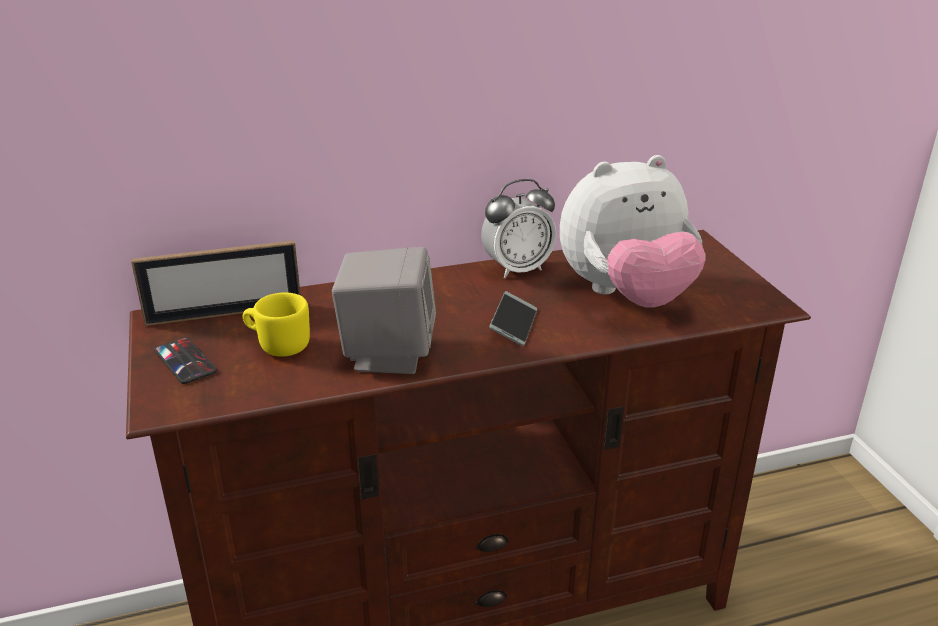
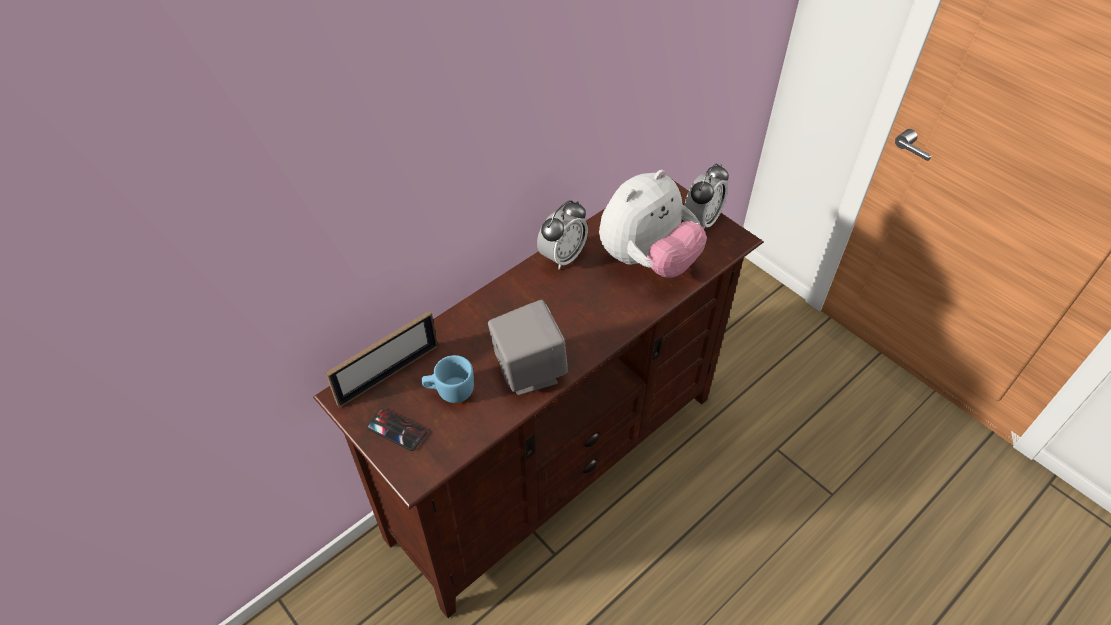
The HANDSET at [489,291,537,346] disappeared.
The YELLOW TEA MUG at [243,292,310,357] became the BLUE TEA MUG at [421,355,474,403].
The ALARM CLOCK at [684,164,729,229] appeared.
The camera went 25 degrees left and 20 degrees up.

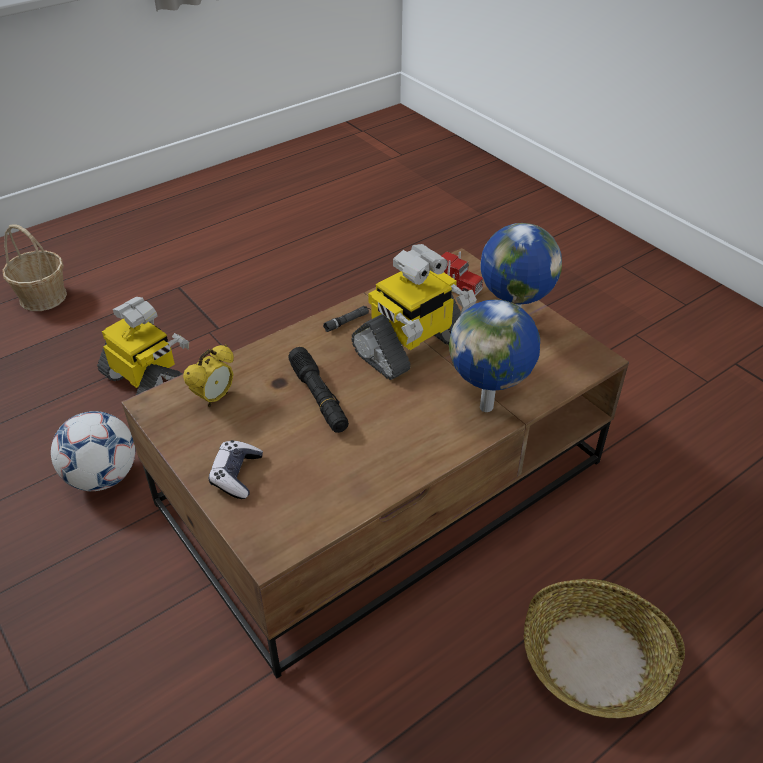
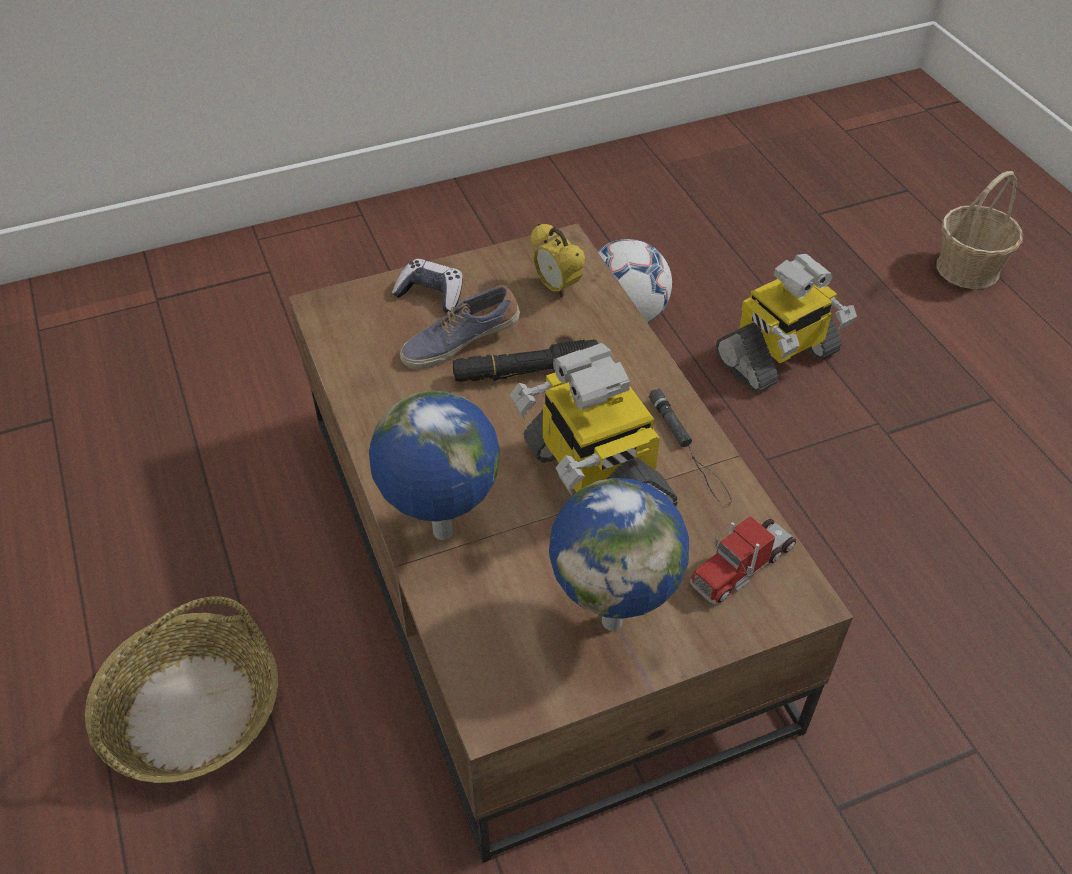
The LOW SHOE at [399,285,520,369] appeared.
The camera went 105 degrees right and 5 degrees up.

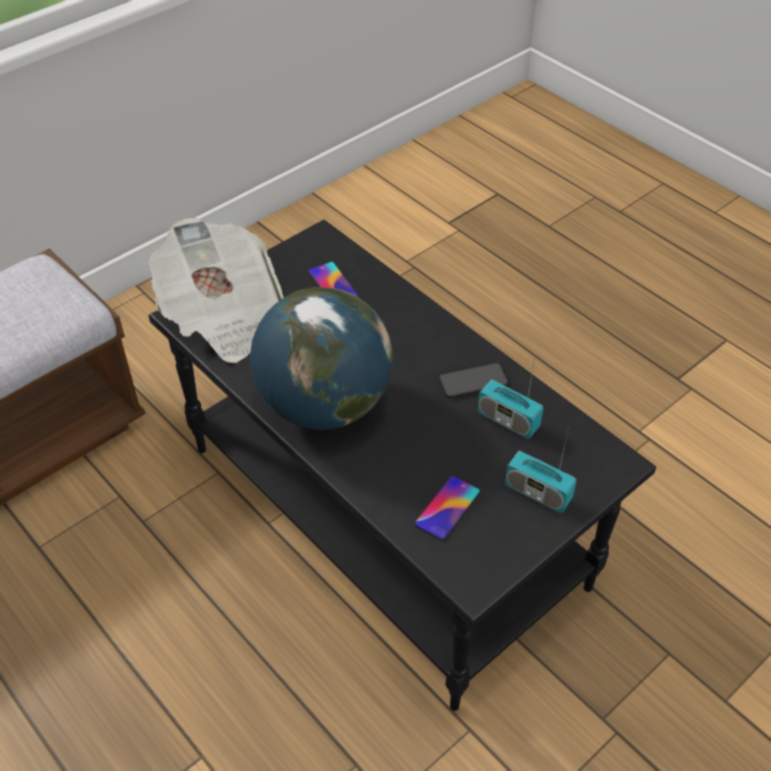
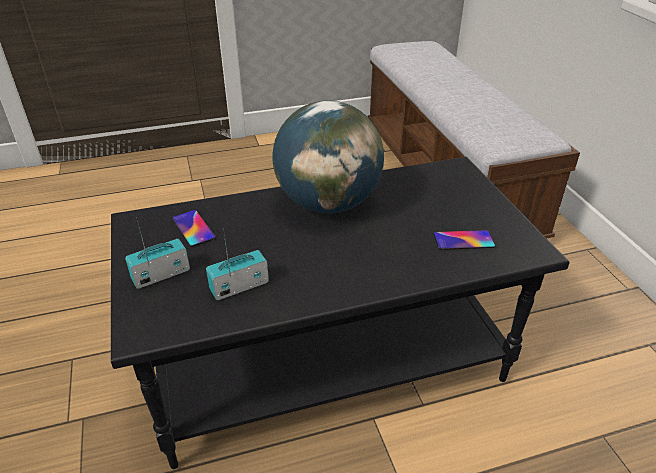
The DAILY PAPER at [148,217,284,363] disappeared.
The HANDSET at [438,363,509,398] disappeared.
The camera went 115 degrees right and 10 degrees down.

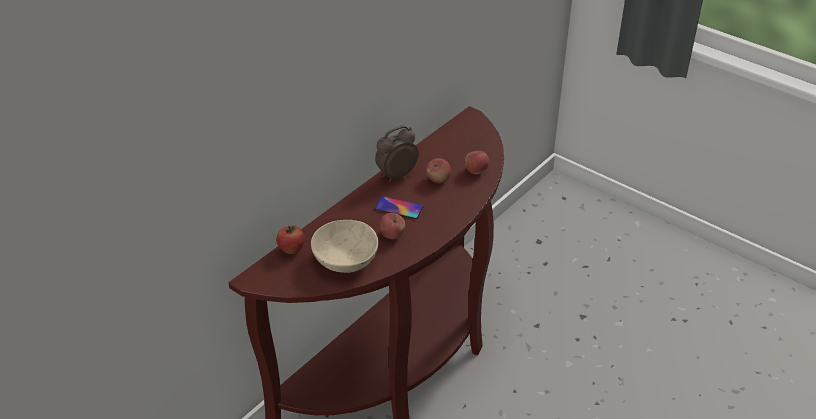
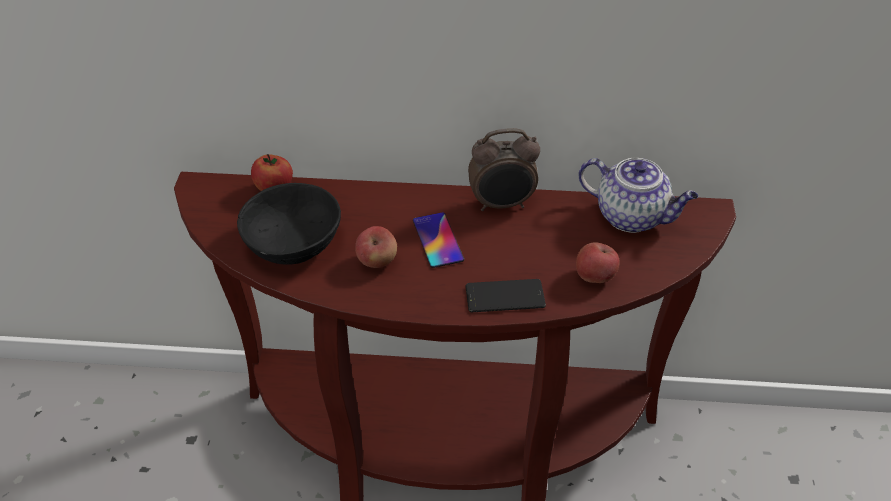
The ALARM CLOCK at [375,125,419,182] turned 150 degrees clockwise.
The APPLE FRUIT at [426,158,451,183] disappeared.
The SAND-COLOURED SERVING BOWL at [311,220,379,273] became the BLACK-COLOURED SERVING BOWL at [237,183,341,265].
The POT FOR TEA at [579,158,698,233] appeared.
The HANDSET at [466,279,546,312] appeared.
The camera went 55 degrees right and 5 degrees up.

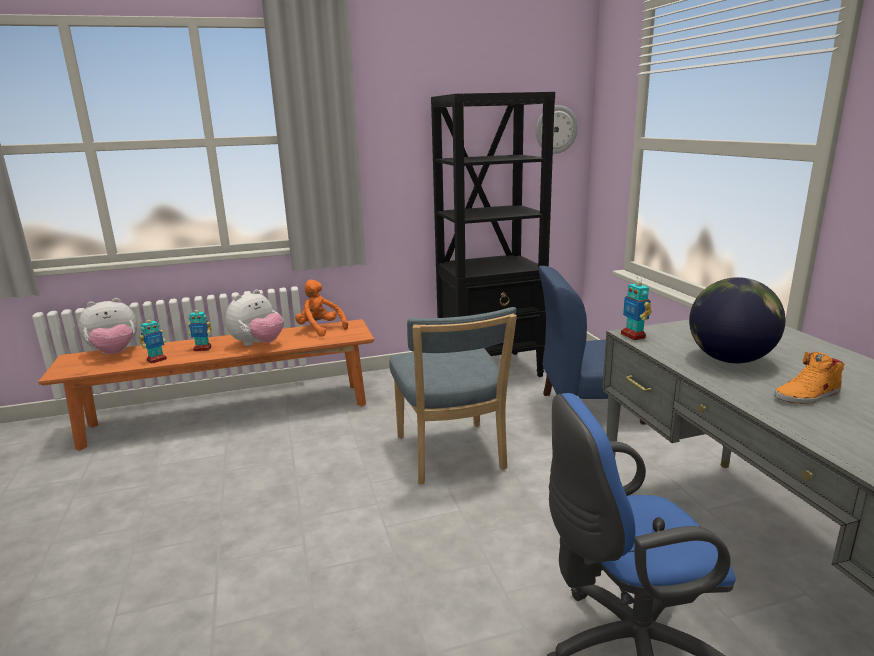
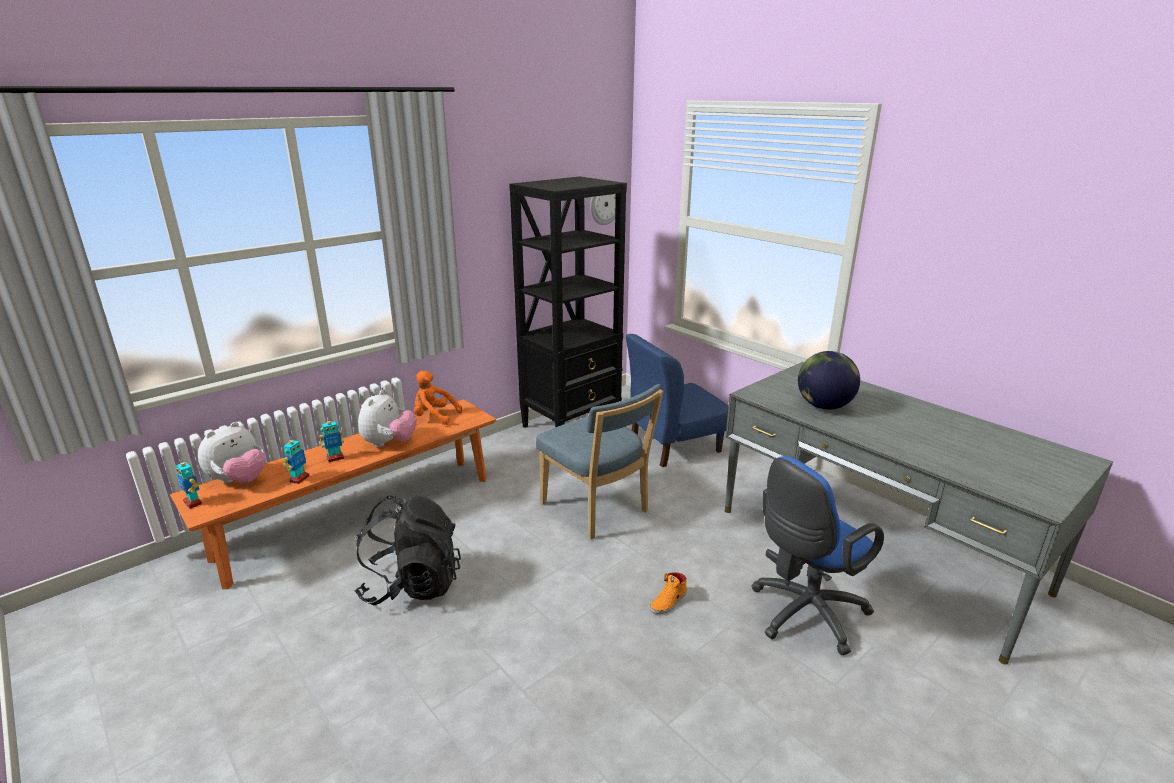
The MODEL ROBOT moved from [621,276,652,340] to [176,460,202,509].
The ORANGE-COLOURED LOW SHOE moved from [774,352,845,404] to [650,572,687,614].
The BLACK-COLOURED BACKPACK at [355,495,461,605] appeared.
The camera went 25 degrees left and 5 degrees up.

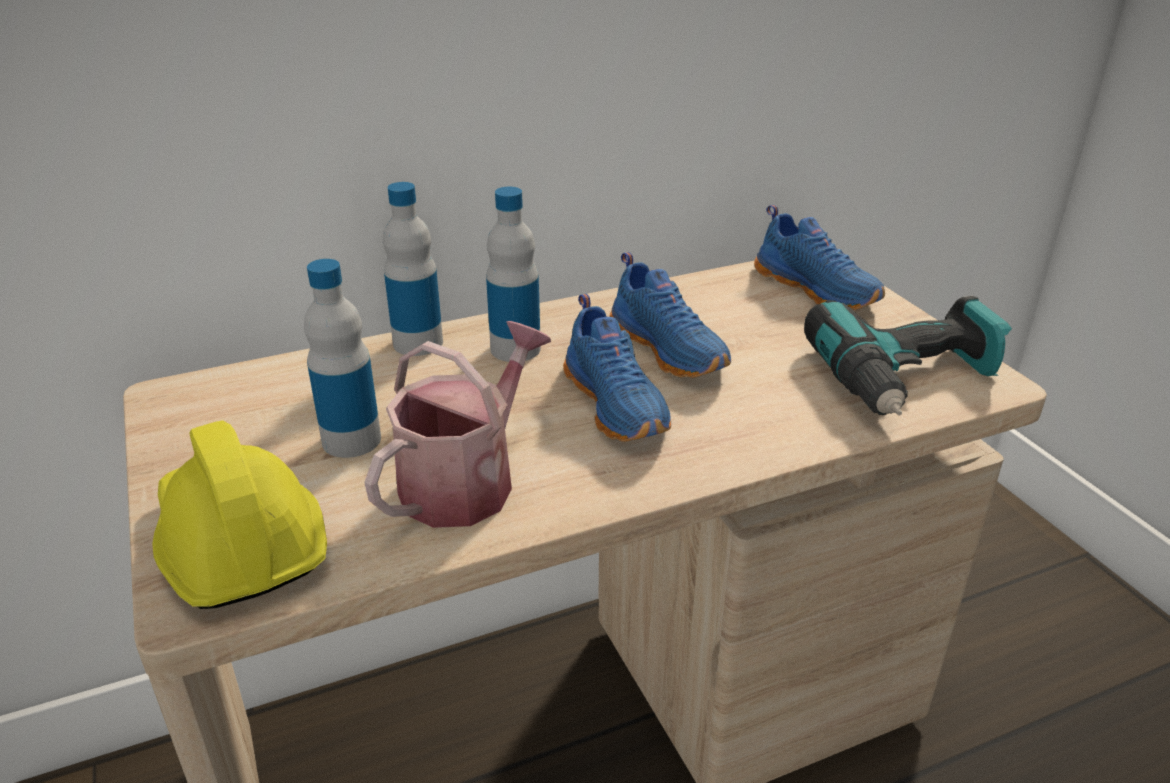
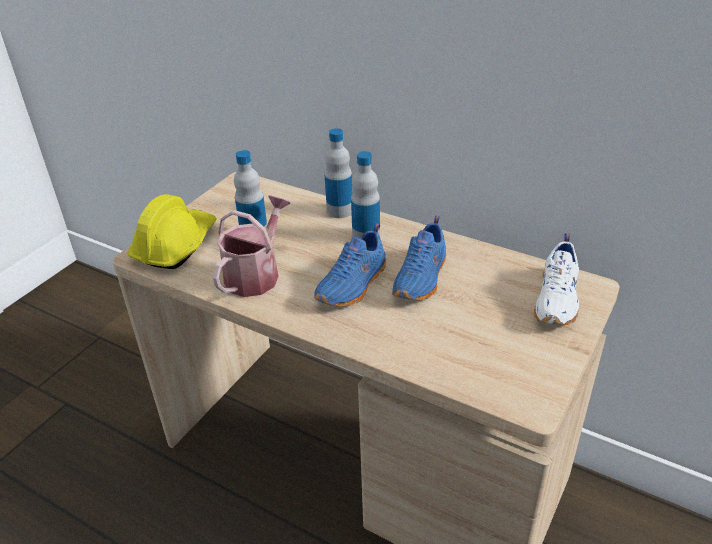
The BLUE LOW SHOE at [754,205,885,310] became the WHITISH LOW SHOE at [534,233,579,325].
The POWER DRILL at [804,296,1012,415] disappeared.
The WATERING CAN at [364,321,551,528] turned 60 degrees counterclockwise.
The camera went 55 degrees right and 5 degrees up.

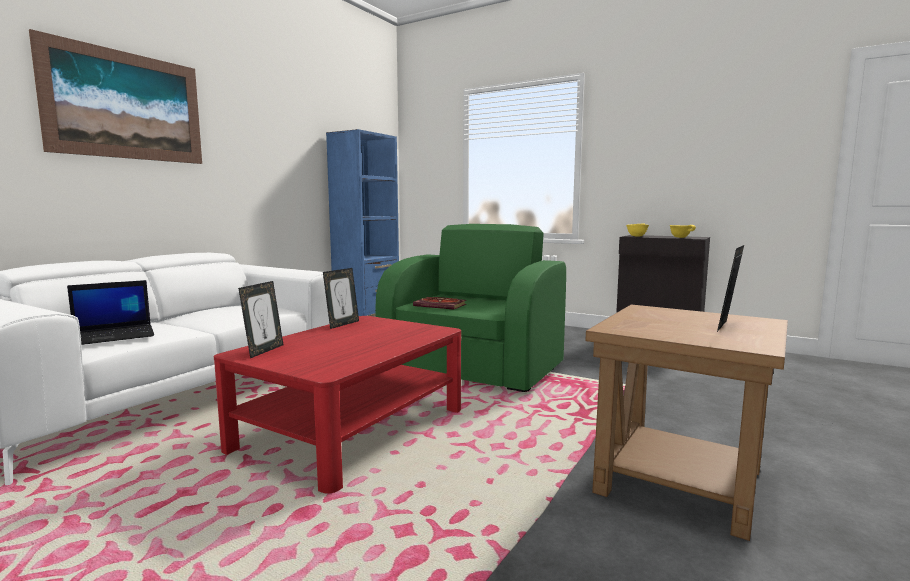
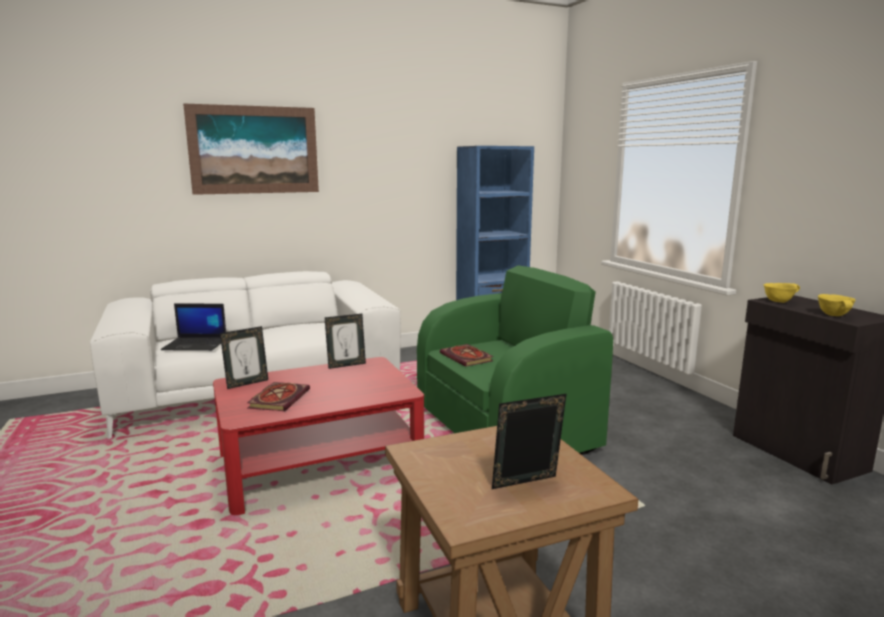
The BOOK at [247,382,310,411] appeared.
The camera went 35 degrees right and 5 degrees up.

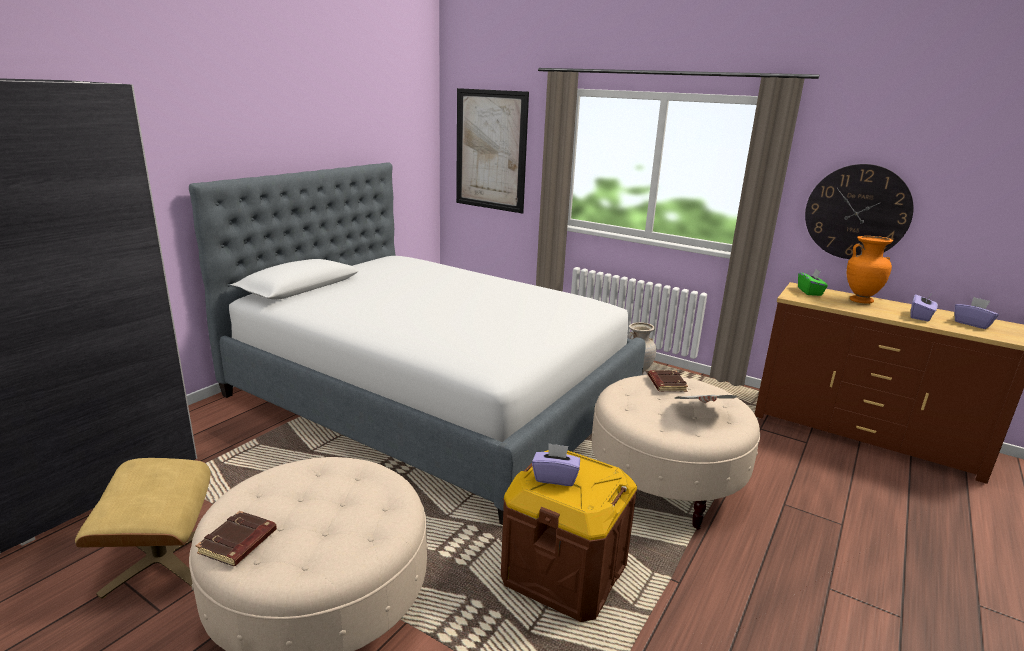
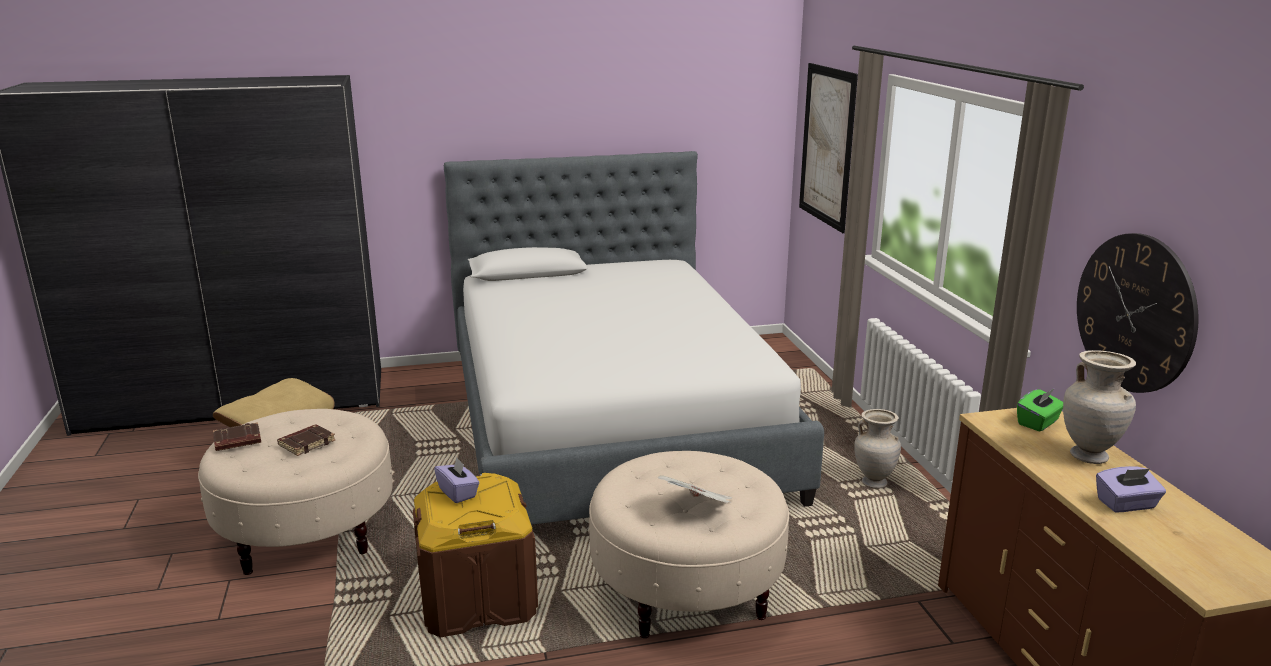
The ORANGE-COLOURED VASE at [847,236,893,304] became the SAND-COLOURED VASE at [1063,350,1136,464].
The PURPLE-COLOURED BOX OF TISSUES at [955,297,999,329] disappeared.
The BROWN BOOK moved from [648,370,688,392] to [277,424,336,456].
The camera went 45 degrees right and 0 degrees up.

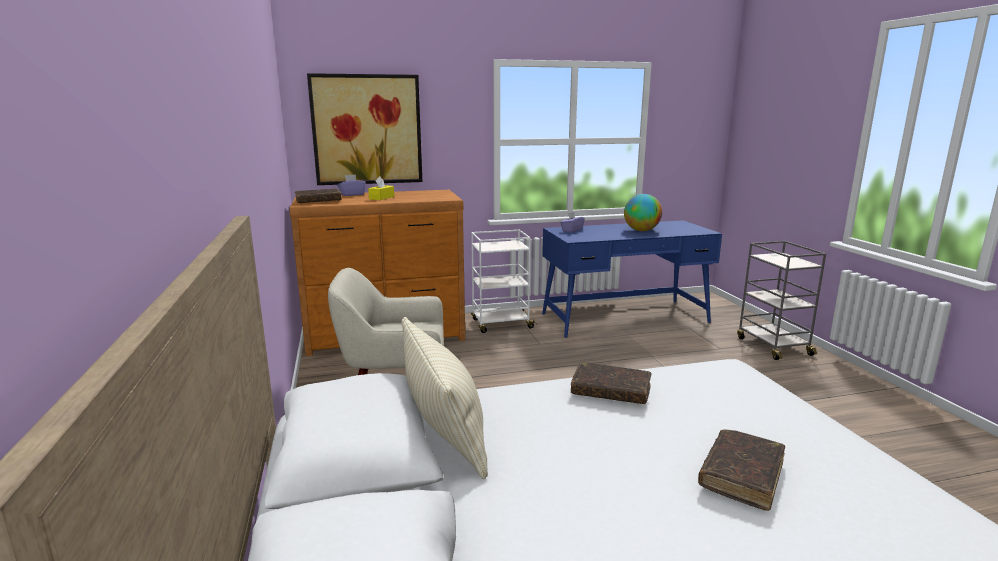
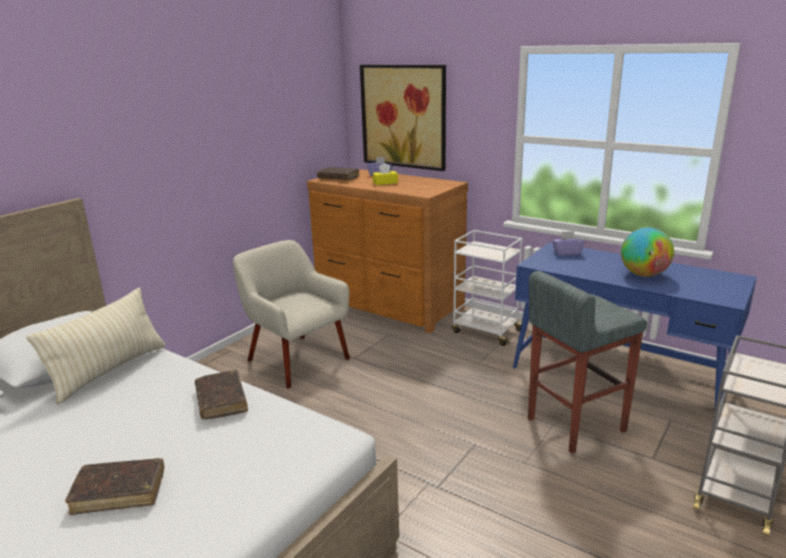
The GREY STOOL SEAT at [528,271,647,454] appeared.
The camera went 50 degrees right and 5 degrees up.

